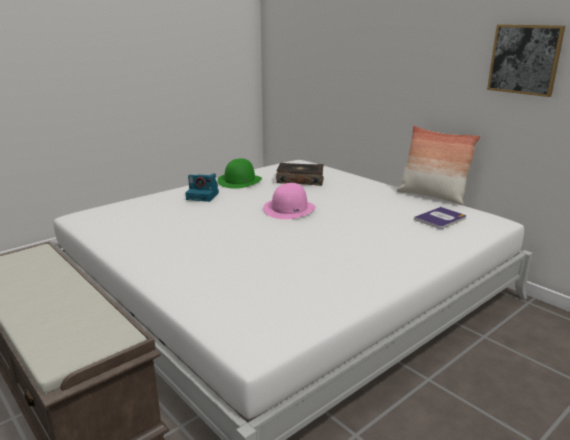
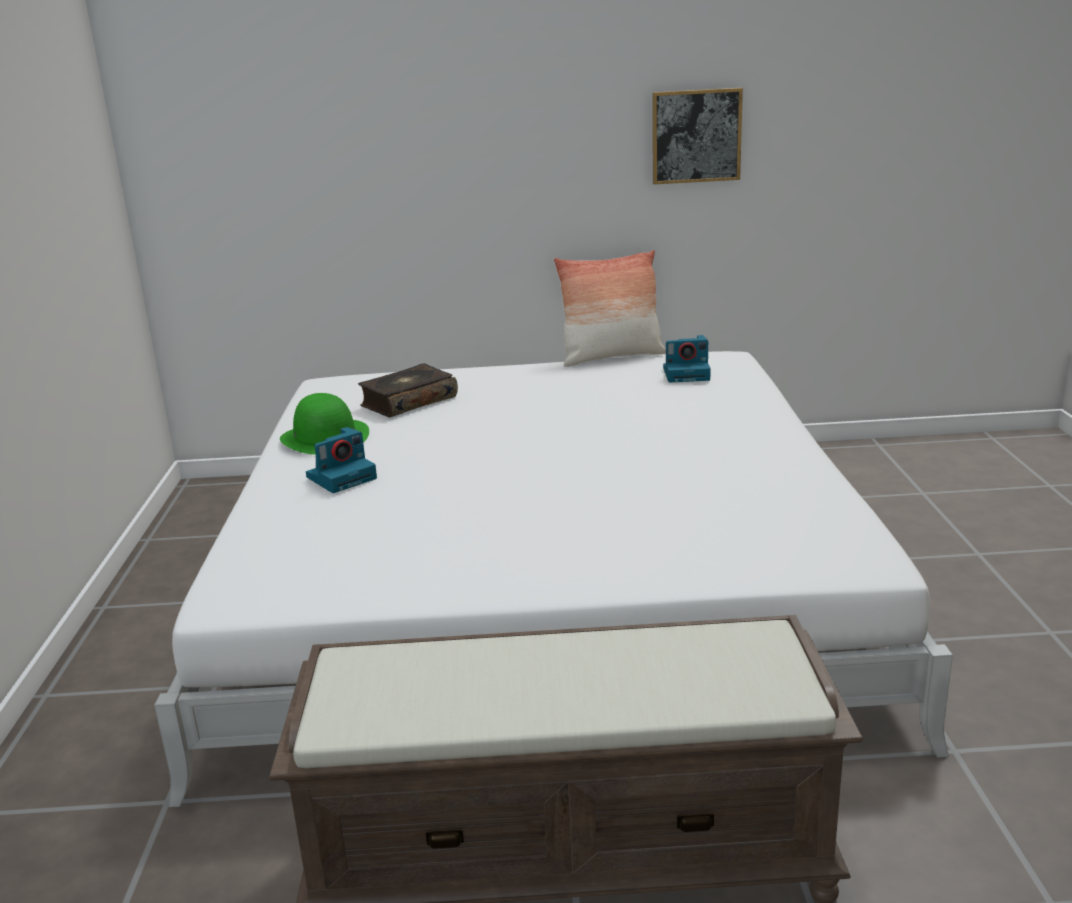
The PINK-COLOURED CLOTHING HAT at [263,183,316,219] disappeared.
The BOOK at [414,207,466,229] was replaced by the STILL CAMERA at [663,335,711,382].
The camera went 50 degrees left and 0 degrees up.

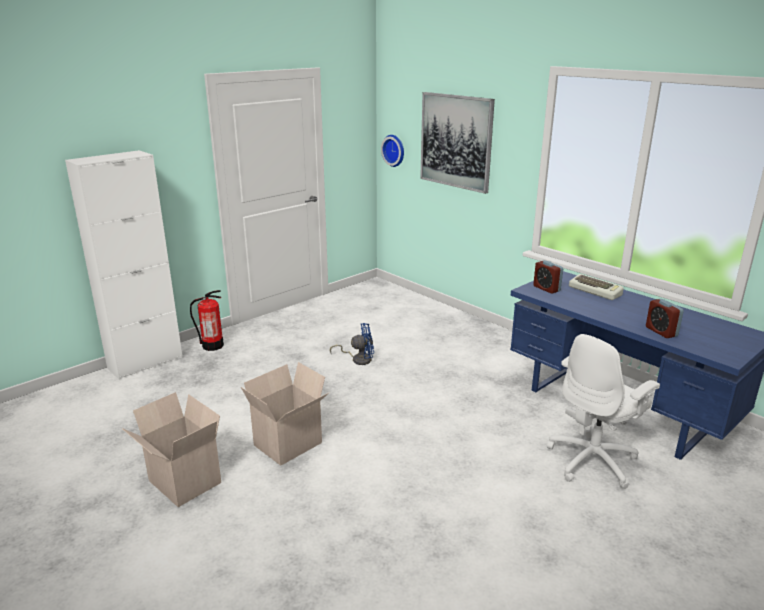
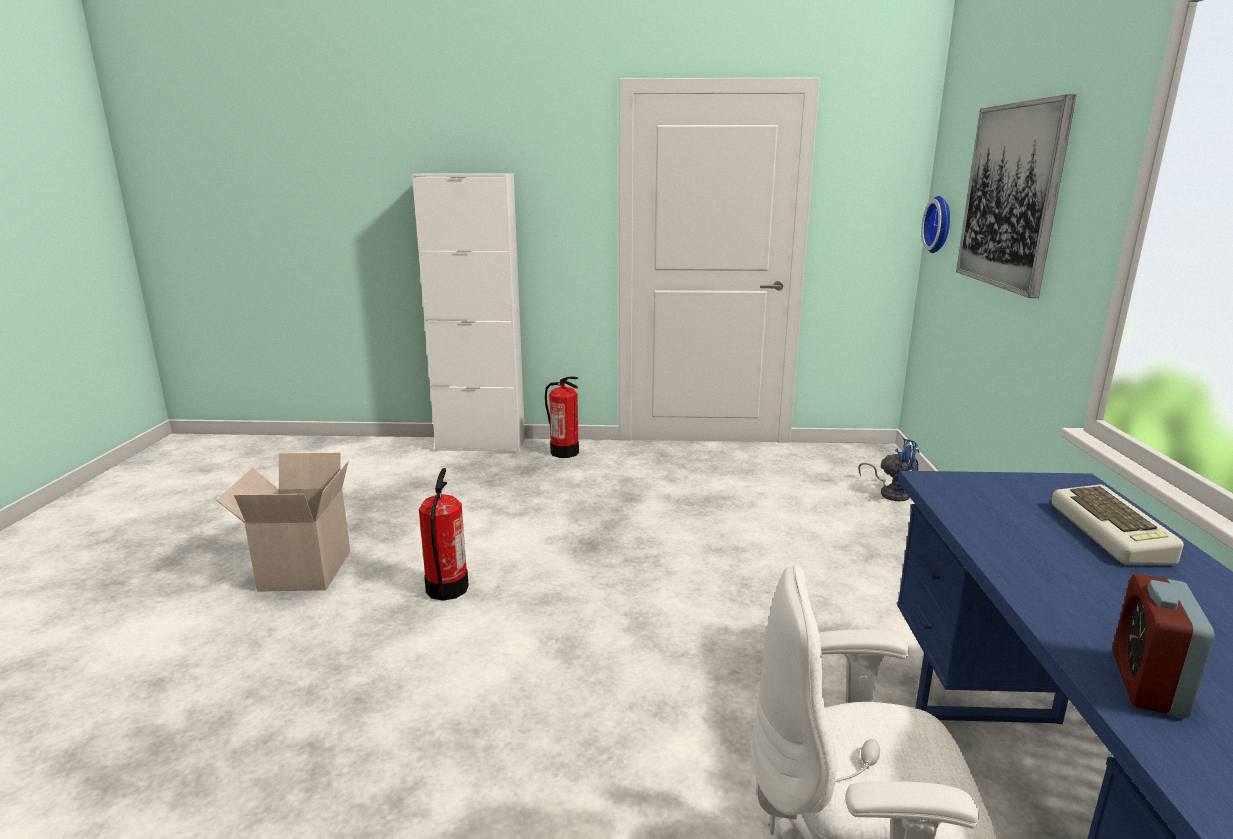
The ALARM CLOCK at [533,260,563,294] disappeared.
The BLUE ELECTRIC FAN moved from [330,323,374,365] to [858,438,920,501].
The CARDBOARD BOX at [241,362,329,466] was replaced by the EXTINGUISHER at [419,468,469,601].
The camera went 45 degrees right and 5 degrees down.

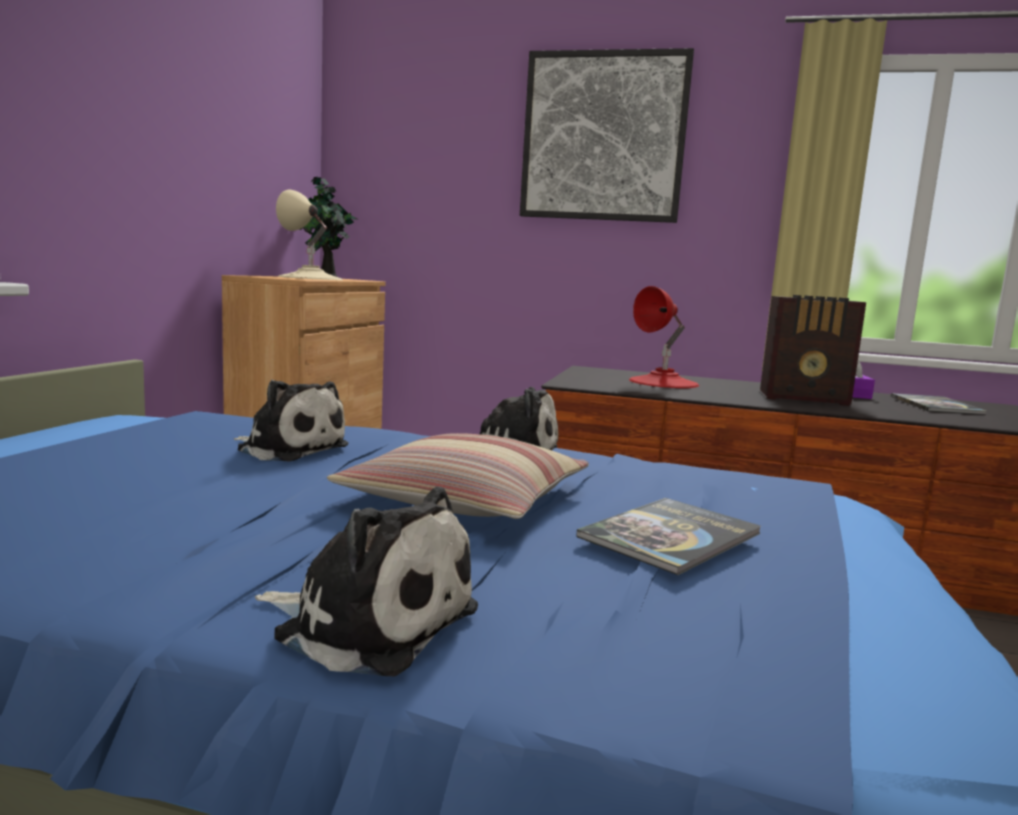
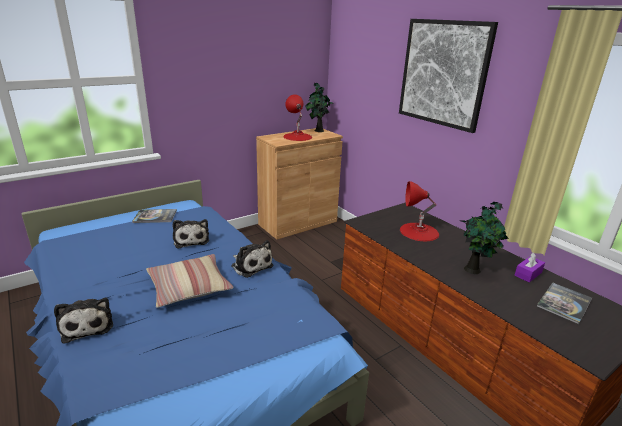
The SAND-COLOURED LAMP FOR A TABLE at [276,190,342,280] became the RED-COLOURED LAMP FOR A TABLE at [283,94,312,141].
The RADIO SET at [760,295,866,406] was replaced by the POTTED PLANT at [462,202,509,274].
The BOOK moved from [576,498,761,575] to [132,209,177,223].
The camera went 40 degrees right and 15 degrees up.

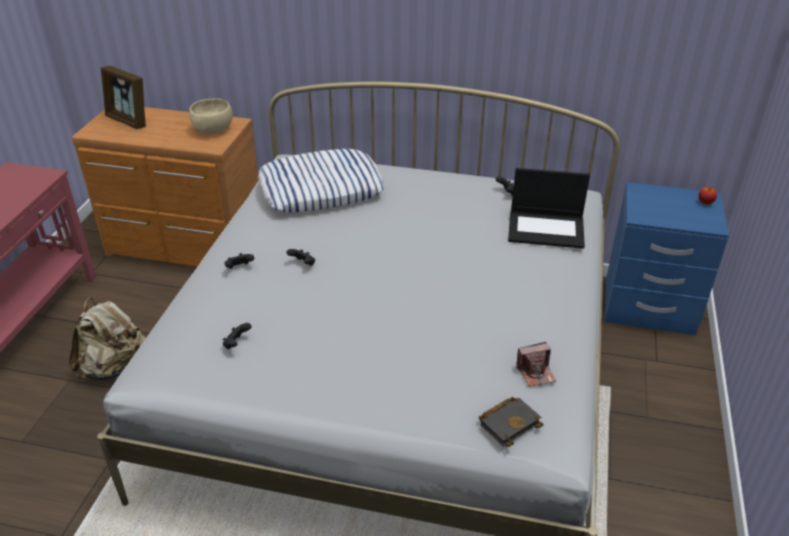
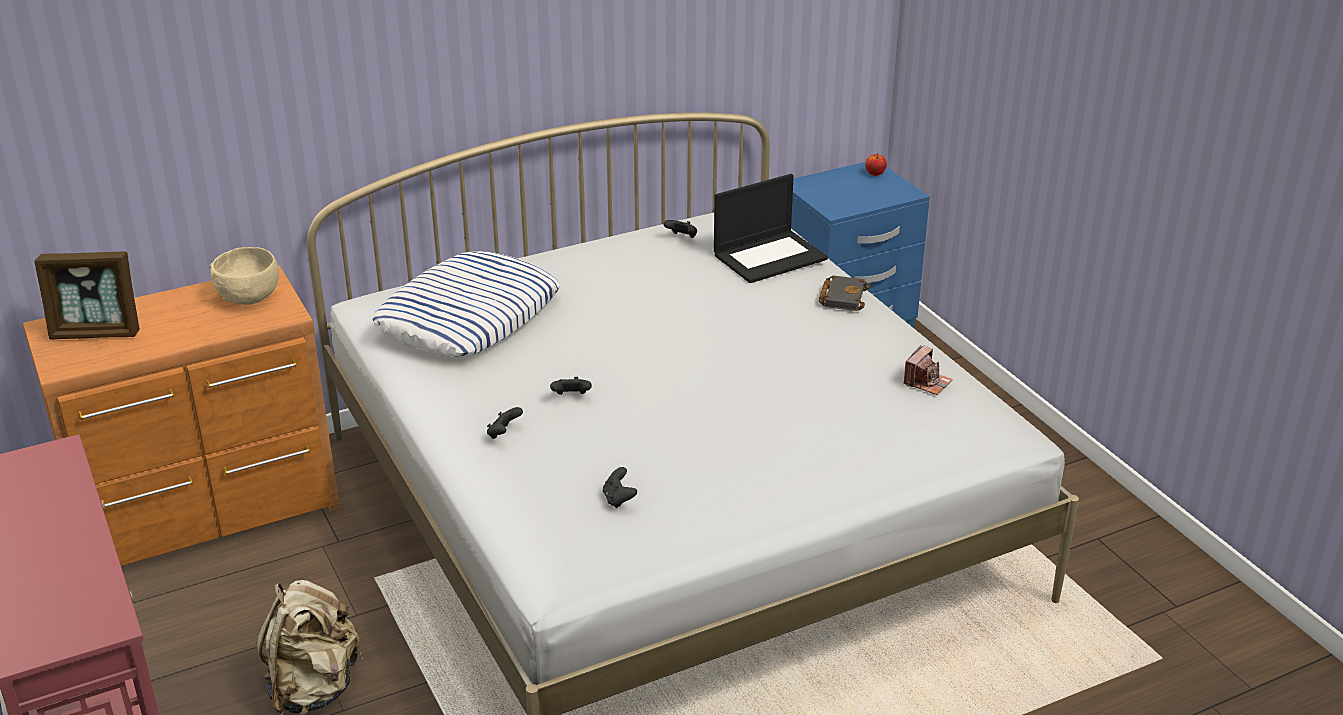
The BLACK-COLOURED BOOK moved from [479,397,543,447] to [819,275,870,311].
The camera went 40 degrees left and 5 degrees down.

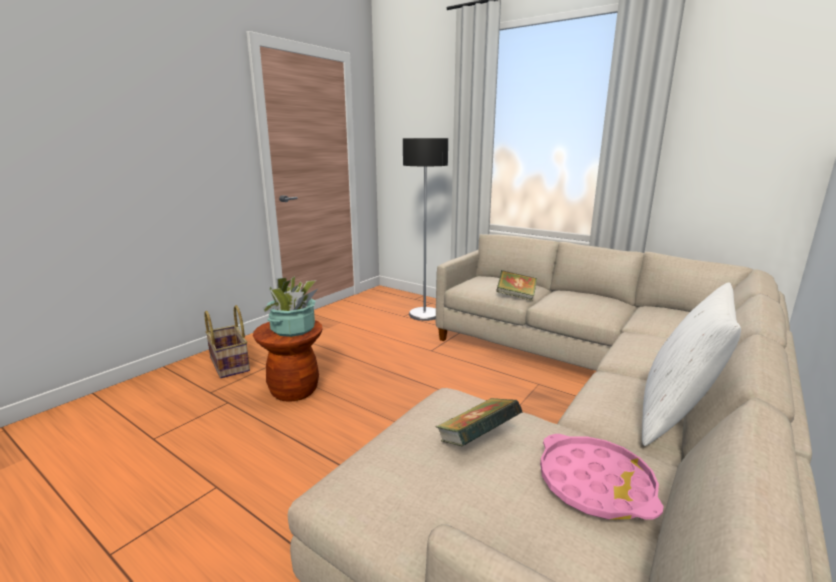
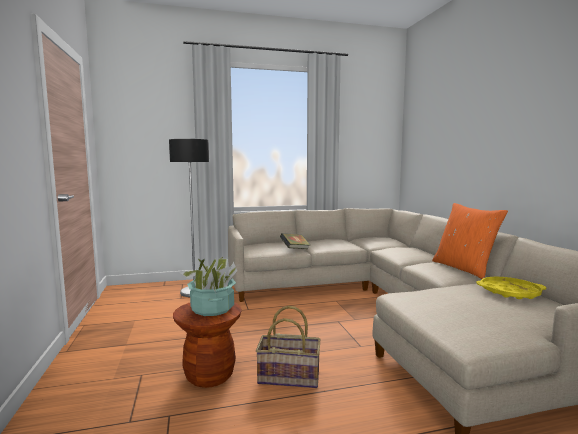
The WHITISH PILLOW at [642,282,741,446] became the ORANGE-COLOURED PILLOW at [432,203,508,279].
The STORAGE BASKET moved from [204,305,250,378] to [256,306,320,388].
The BOOK at [435,398,523,446] disappeared.
The PINK-COLOURED CARRYING TRAY at [540,434,663,520] became the YELLOW CARRYING TRAY at [476,277,547,299].
The camera went 50 degrees left and 10 degrees down.

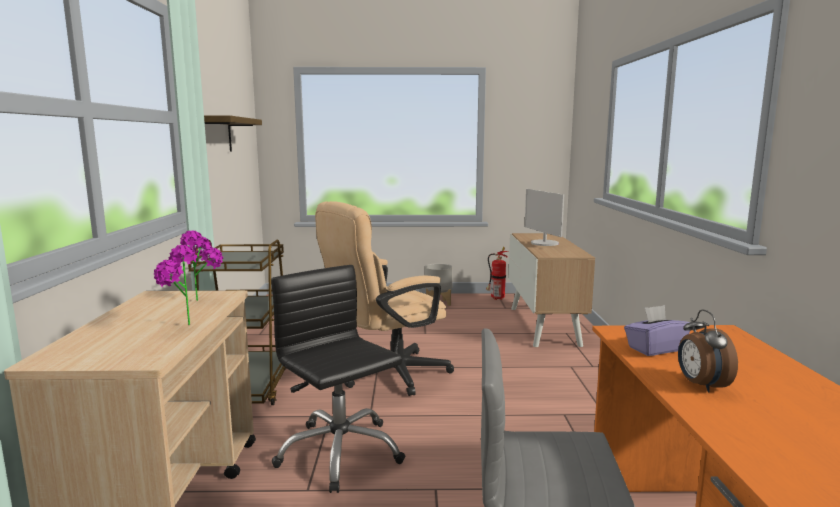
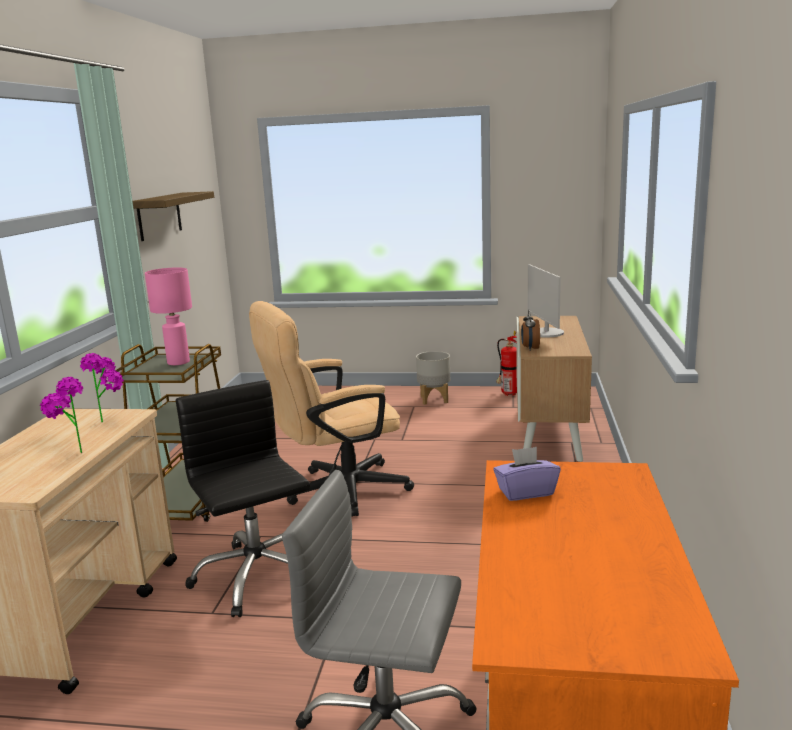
The ALARM CLOCK moved from [678,309,738,392] to [521,310,540,351].
The PINK-COLOURED LAMP FOR A TABLE at [145,267,192,365] appeared.
The camera went 10 degrees right and 5 degrees up.

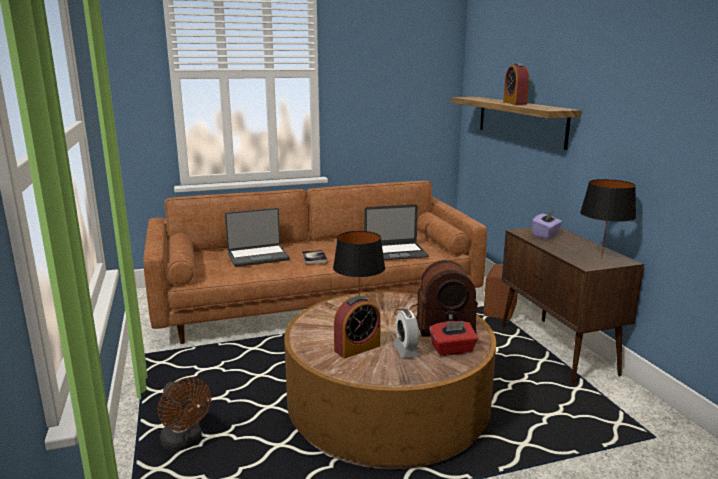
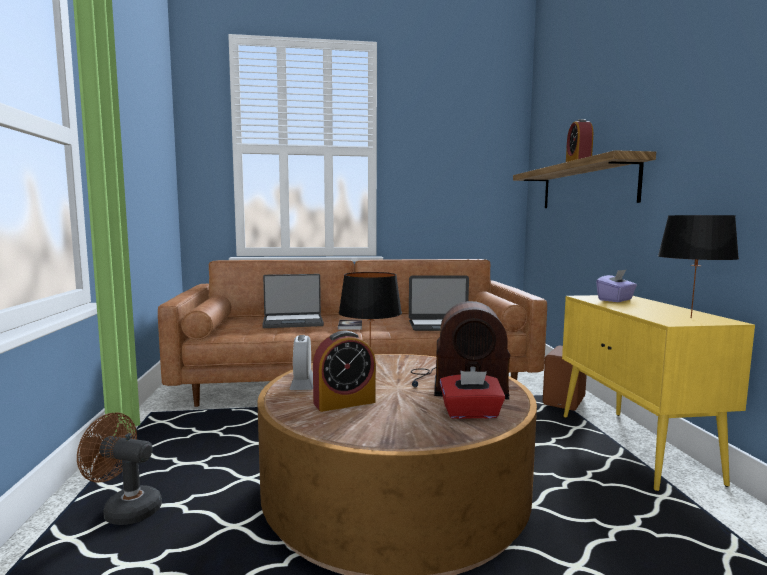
The BROWN CUPBOARD at [502,227,644,384] became the YELLOW CUPBOARD at [562,295,755,491].
The ALARM CLOCK moved from [393,310,421,358] to [289,335,313,390].
The BROWN ELECTRIC FAN at [158,377,211,451] turned 135 degrees clockwise.
The camera went 10 degrees right and 10 degrees down.

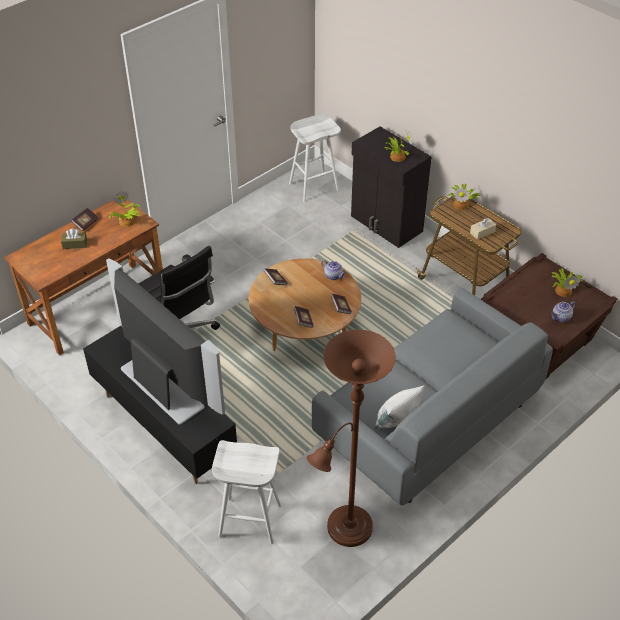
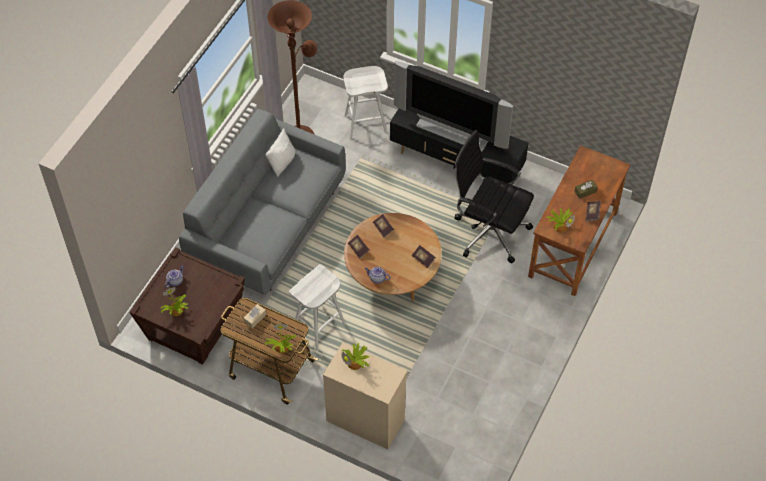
The WHITISH STOOL SEAT moved from [289,114,341,202] to [289,264,346,350].
The BLACK-COLOURED CUPBOARD at [351,126,432,248] became the SAND-COLOURED CUPBOARD at [323,342,407,449].
The camera went 160 degrees right and 10 degrees up.

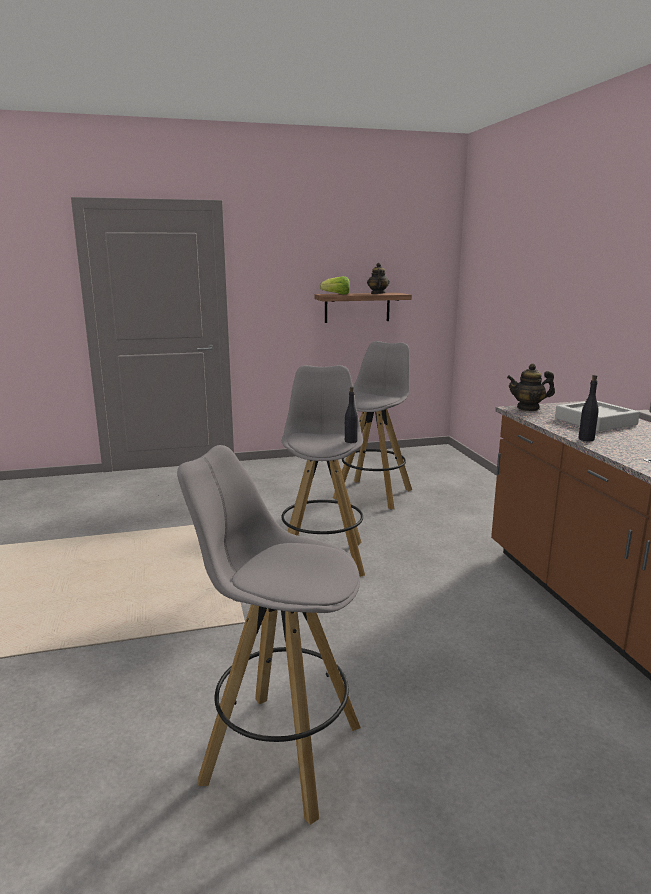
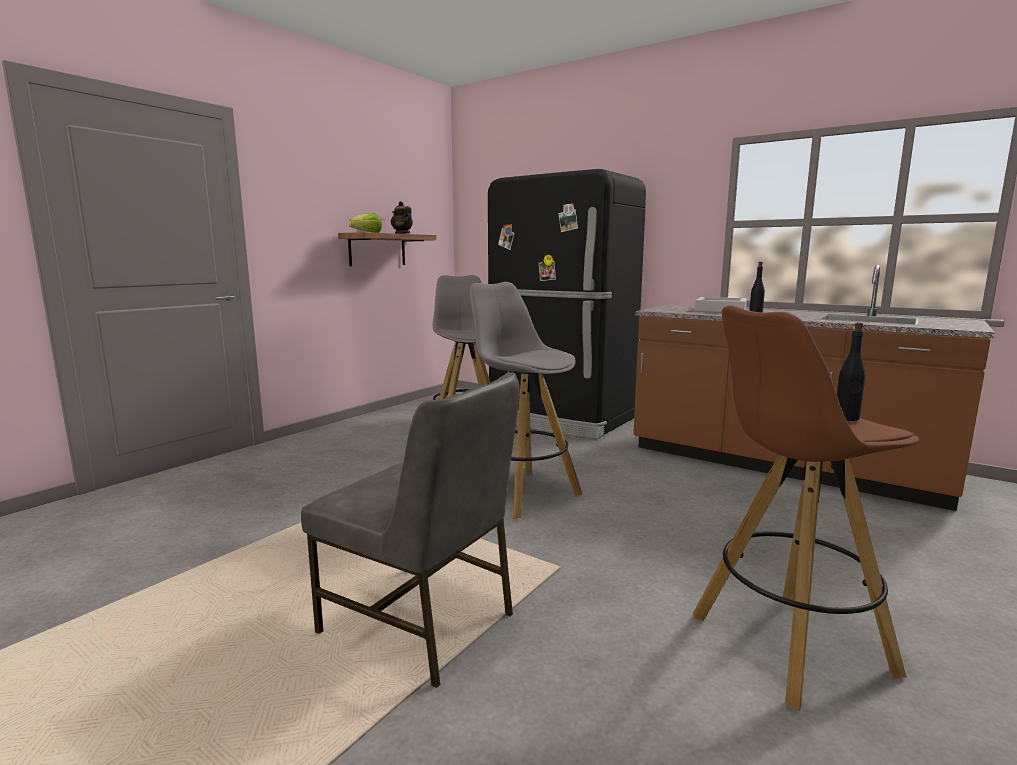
The POT FOR TEA at [507,363,555,411] disappeared.
The BLACK-COLOURED BEVERAGE BOTTLE moved from [345,387,358,443] to [837,322,865,421].
The GREY STOOL SEAT at [177,445,361,825] became the BROWN STOOL SEAT at [693,305,919,711].
The BLACK-COLOURED FRIDGE at [488,169,646,439] appeared.
The GREY CHAIR at [301,372,520,688] appeared.
The camera went 40 degrees left and 5 degrees down.

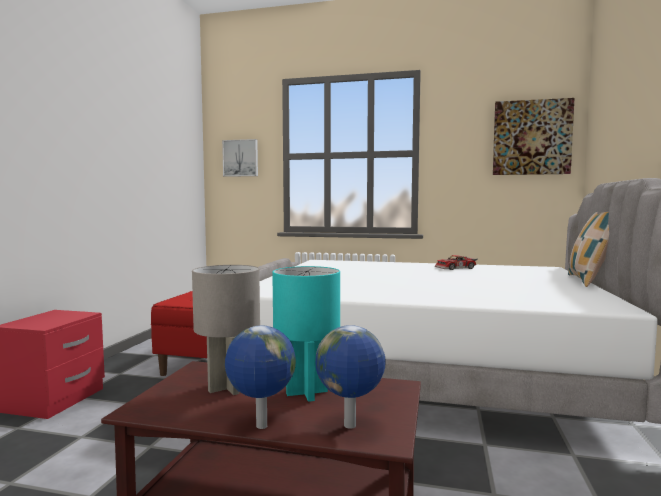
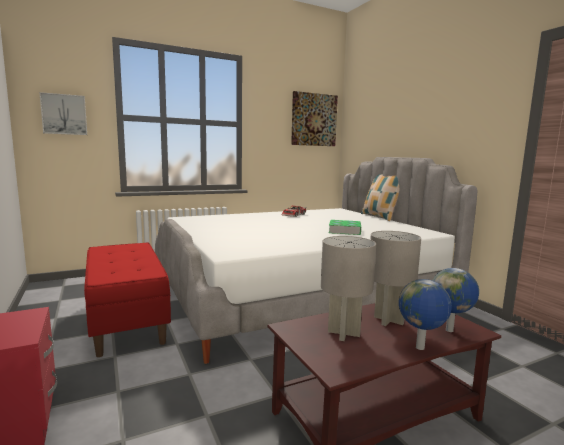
The BLUE-GREEN LAMP FOR A TABLE at [272,266,340,402] became the GREY LAMP FOR A TABLE at [370,231,421,326].
The BOOK at [329,220,361,235] appeared.
The camera went 40 degrees left and 5 degrees up.

